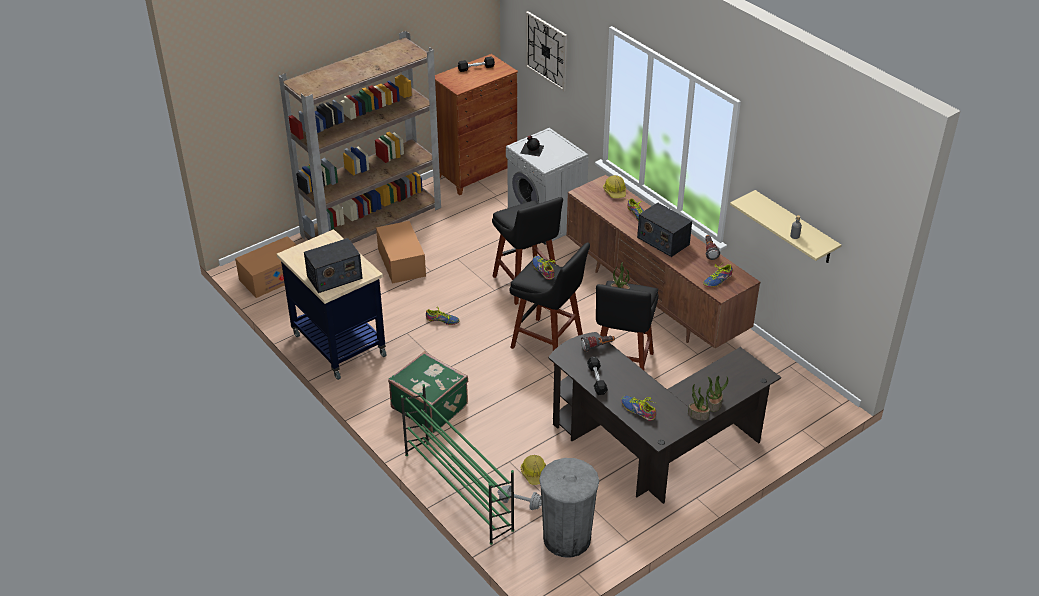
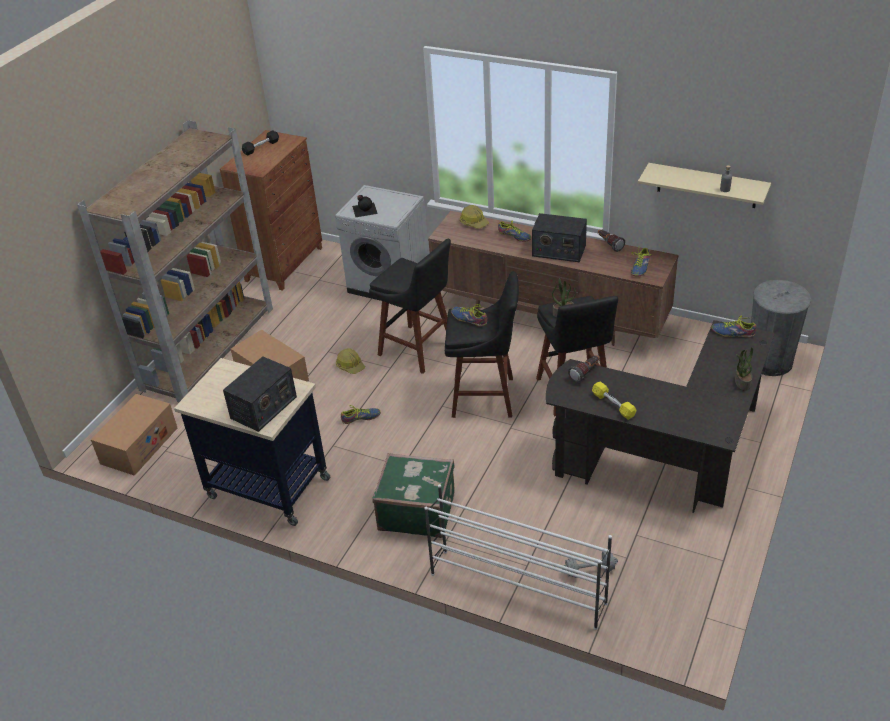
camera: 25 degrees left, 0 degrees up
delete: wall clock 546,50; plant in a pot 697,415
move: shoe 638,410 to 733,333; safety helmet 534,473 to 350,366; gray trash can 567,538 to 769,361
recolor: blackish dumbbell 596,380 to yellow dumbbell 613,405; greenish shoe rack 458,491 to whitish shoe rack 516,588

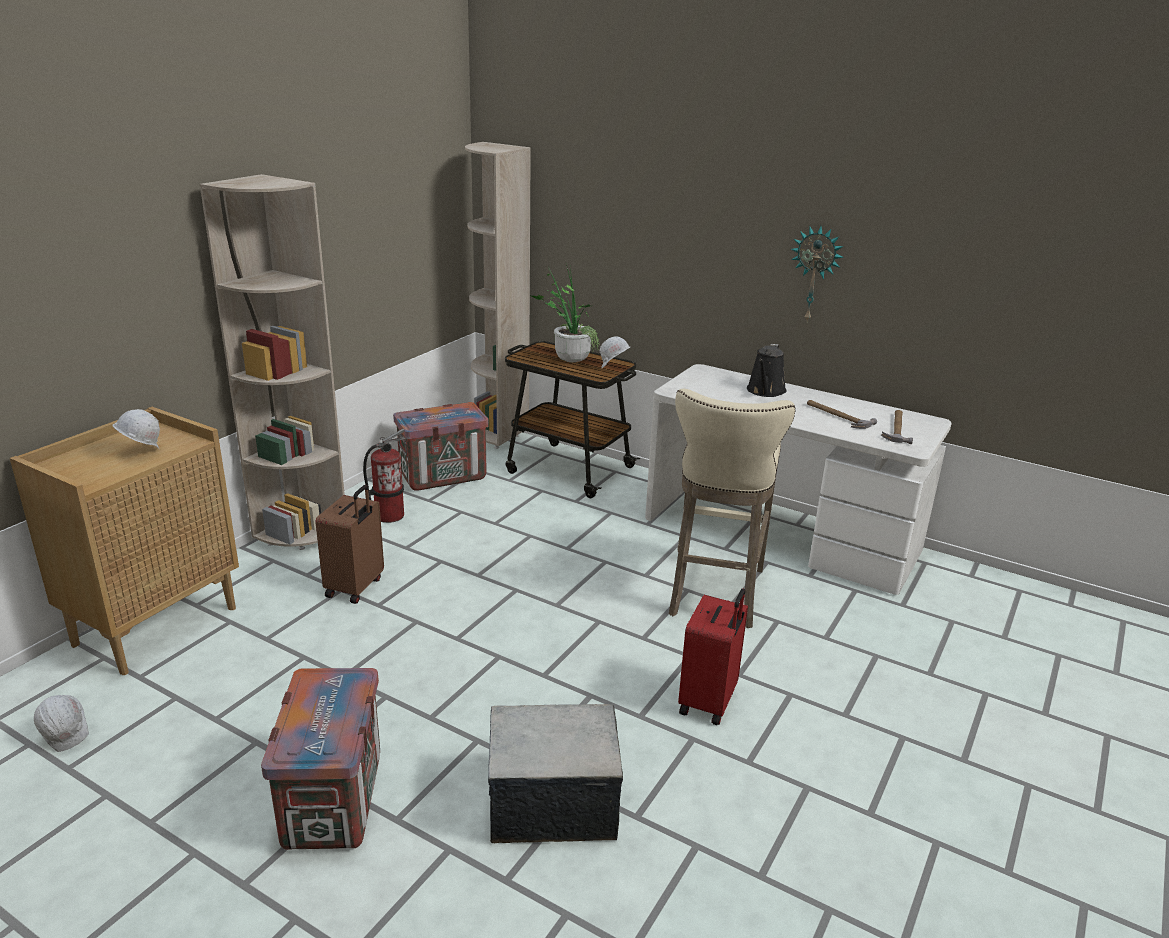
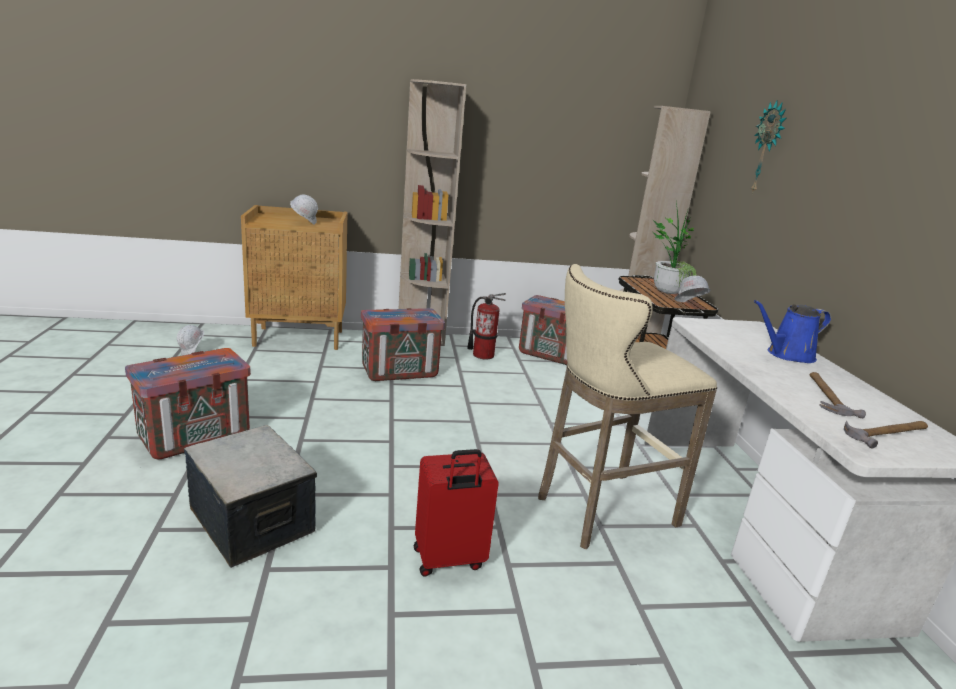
camera: 50 degrees right, 5 degrees down
move: wall clock 815,274 to 767,148
replace: brownish travel case 356,587 to shipping crate 399,371
recolor: blackish watering can 765,391 to blue watering can 787,355

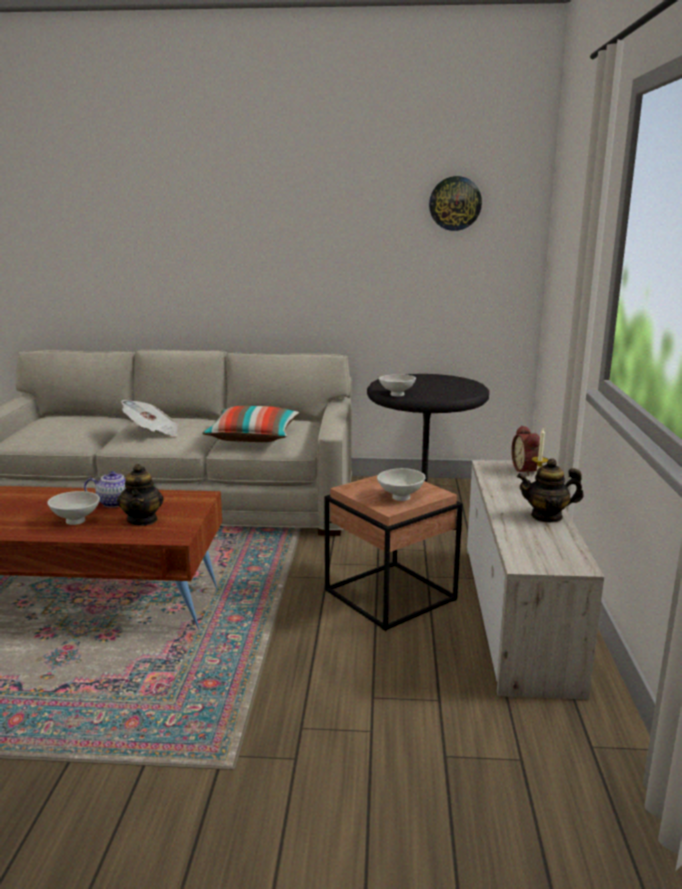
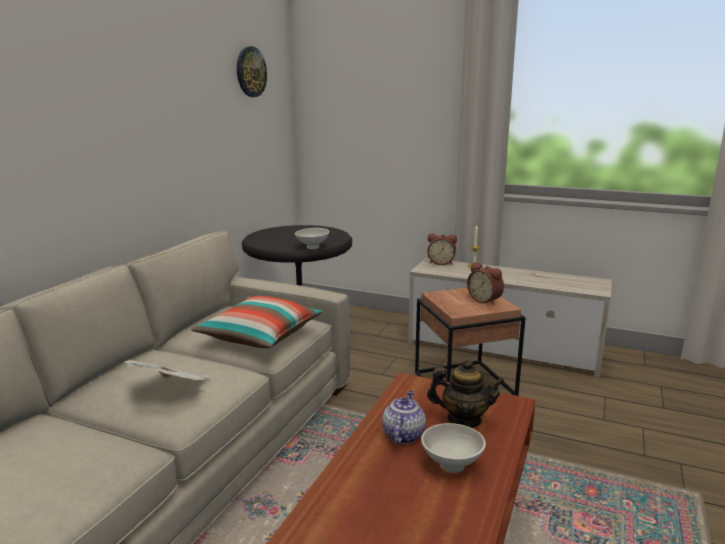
camera: 70 degrees left, 0 degrees up
delete: teapot 547,516
replace: whitish deep dish 400,498 to alarm clock 485,300

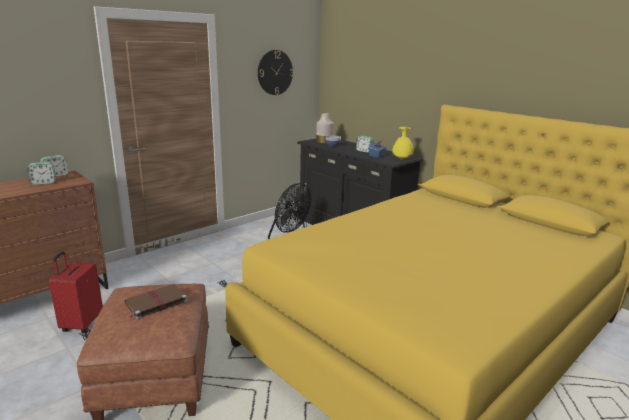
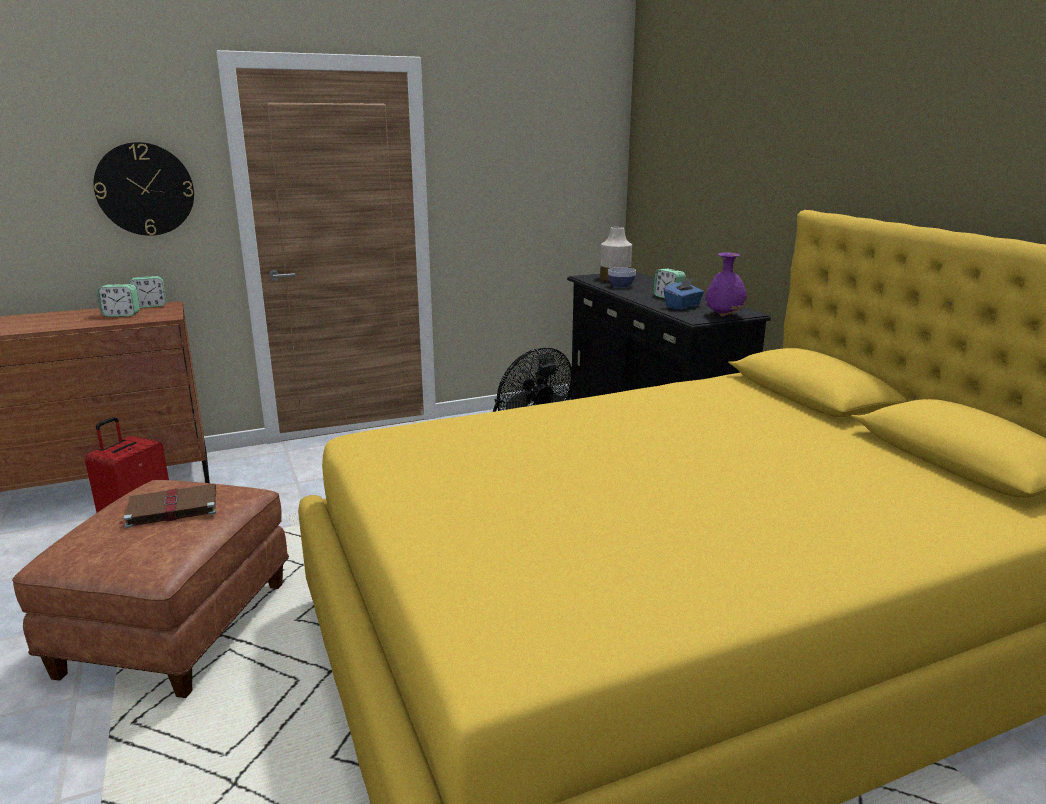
camera: 20 degrees right, 0 degrees up
move: wall clock 275,72 to 145,189
recolor: yellow decorative vase 402,159 to purple-coloured decorative vase 724,315

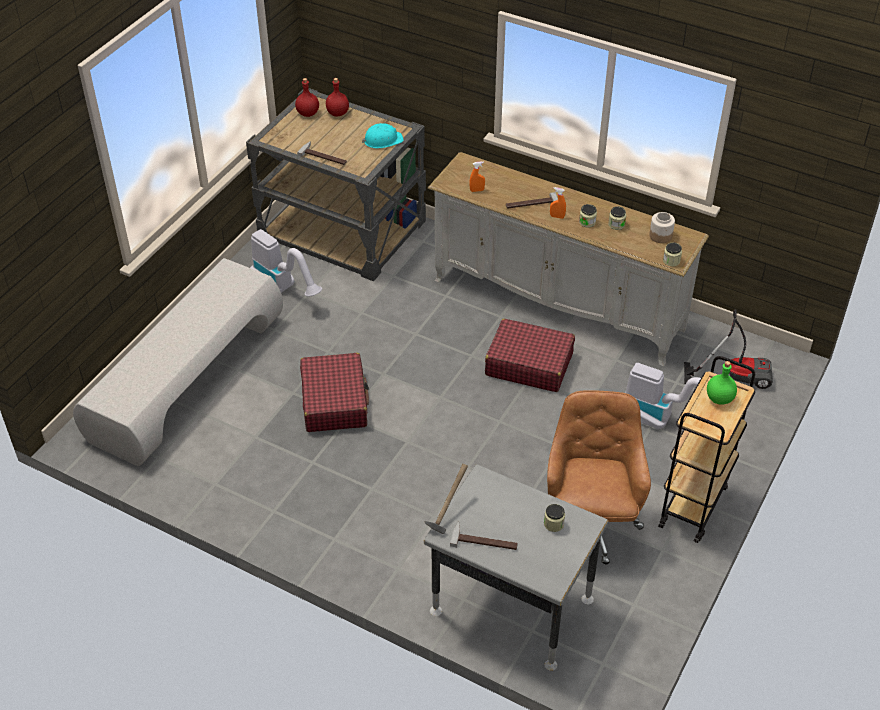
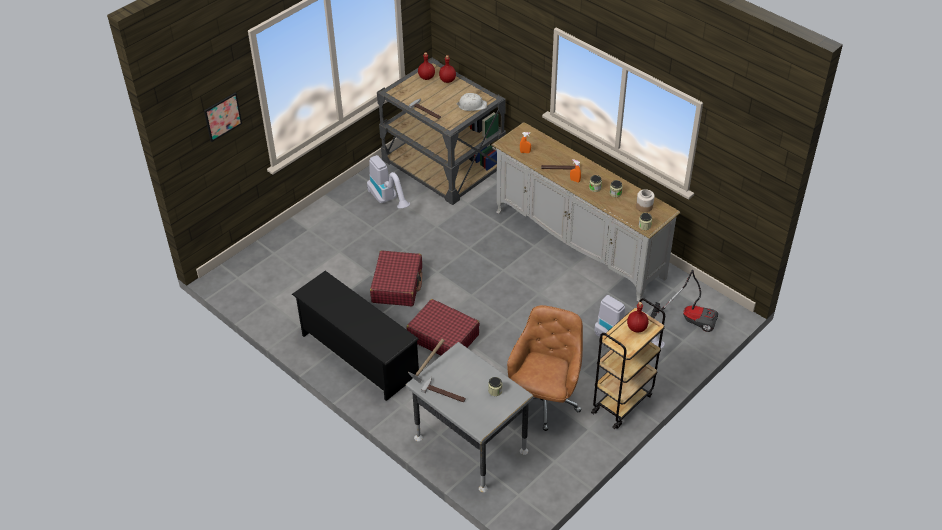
camera: 15 degrees right, 0 degrees up
delete: gray bench 186,377
insert: picture 222,116; blackish shoe rack 358,355
move: red-coloured travel case 528,364 to 443,337
recolor: blue-green safety helmet 382,140 to whitish safety helmet 472,105; greenish beverage bottle 719,398 to red-coloured beverage bottle 637,327

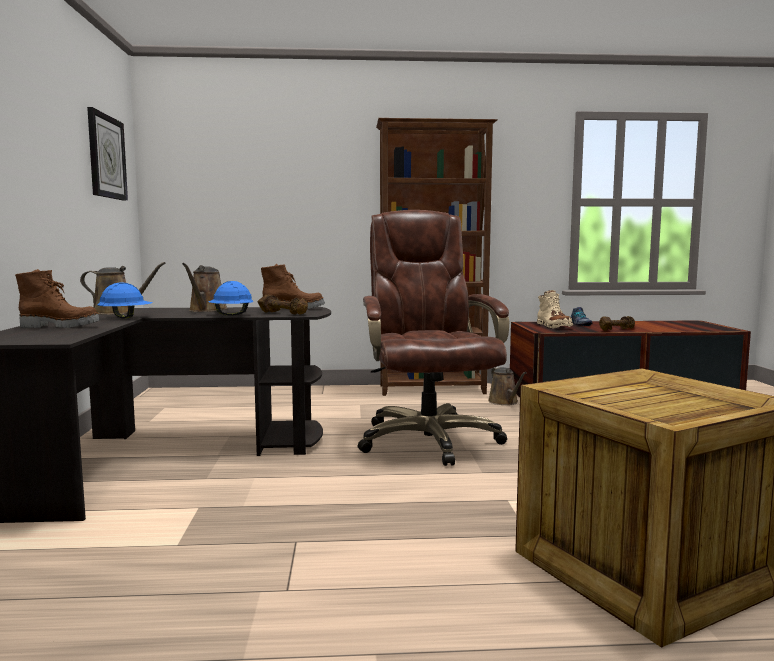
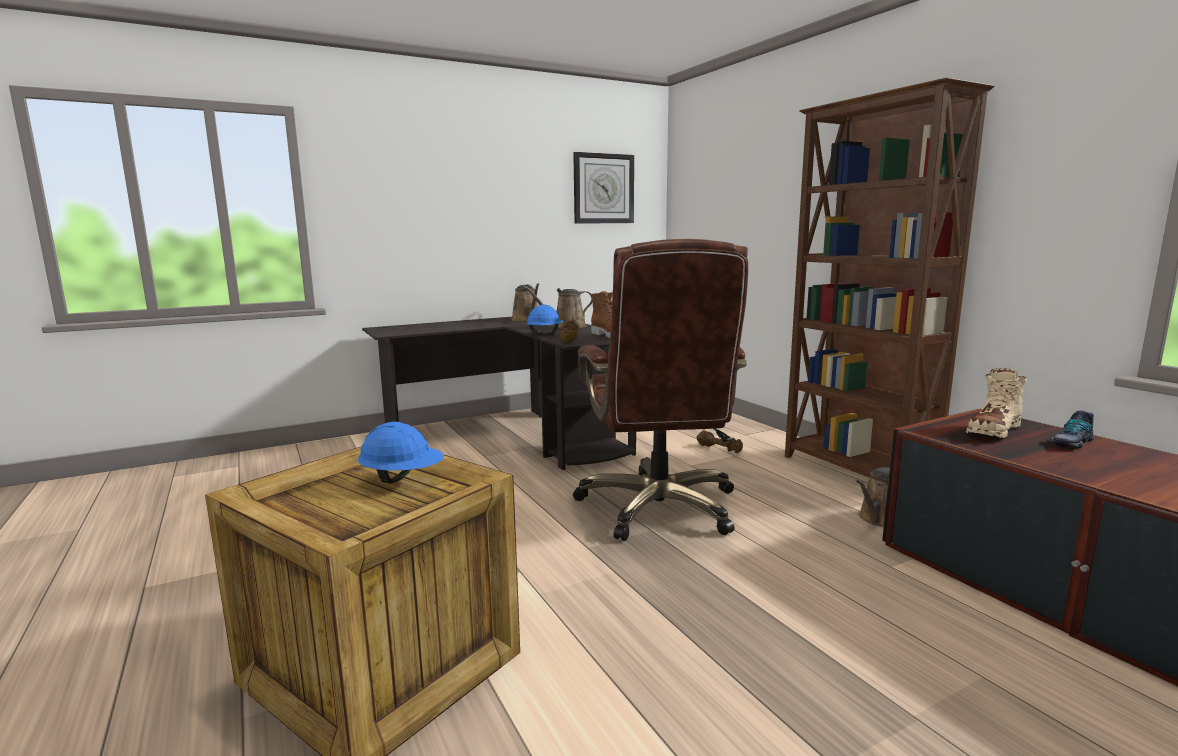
camera: 65 degrees right, 5 degrees up
delete: brownish tall boot 61,326
move: blue safety helmet 126,317 to 403,478; brownish dumbbell 616,329 to 720,449
rotate: brownish office chair 428,440 = 658,506 120 degrees clockwise

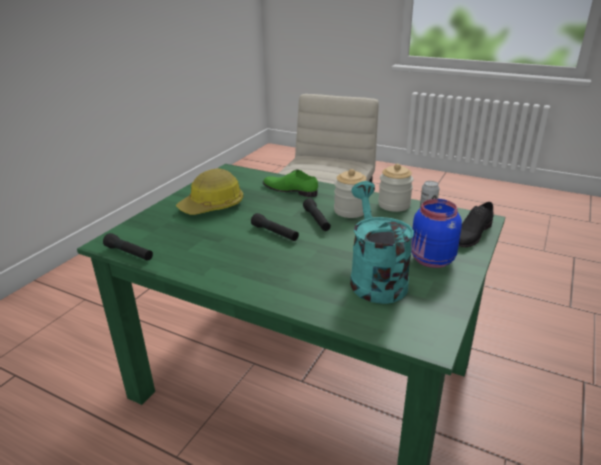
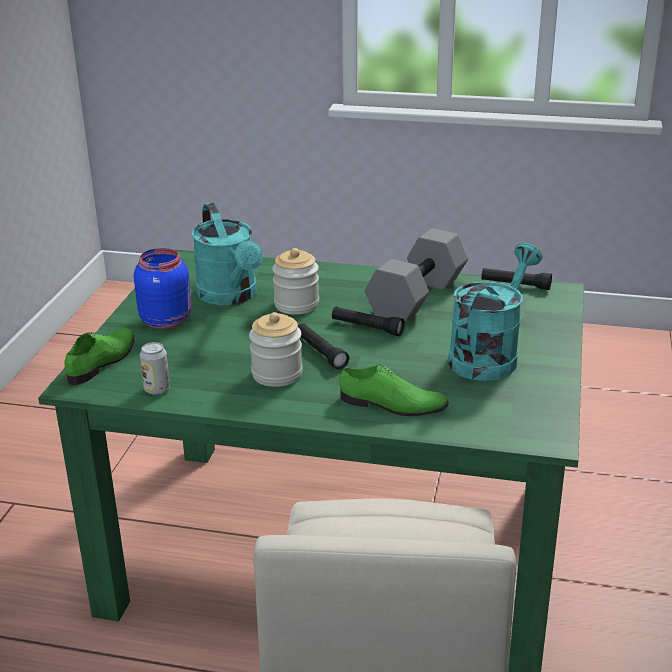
camera: 165 degrees right, 0 degrees up
insert: gray dumbbell 418,299
move: storage jar 394,205 to 296,305
replace: safety helmet 213,206 to blue-green watering can 489,355
recolor: blackish shoe 472,233 to greenish shoe 103,360

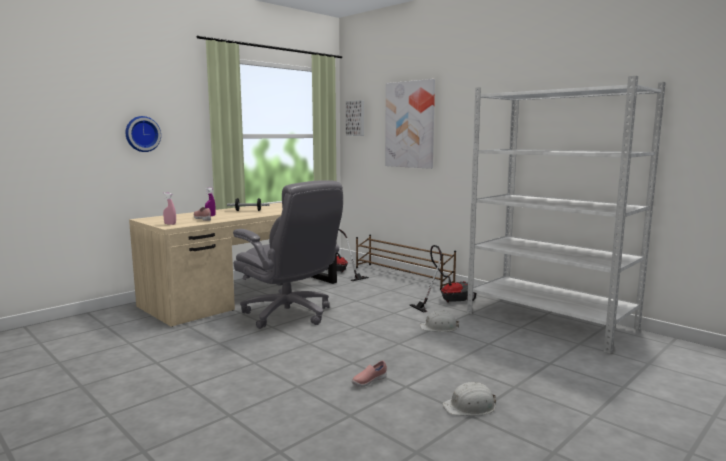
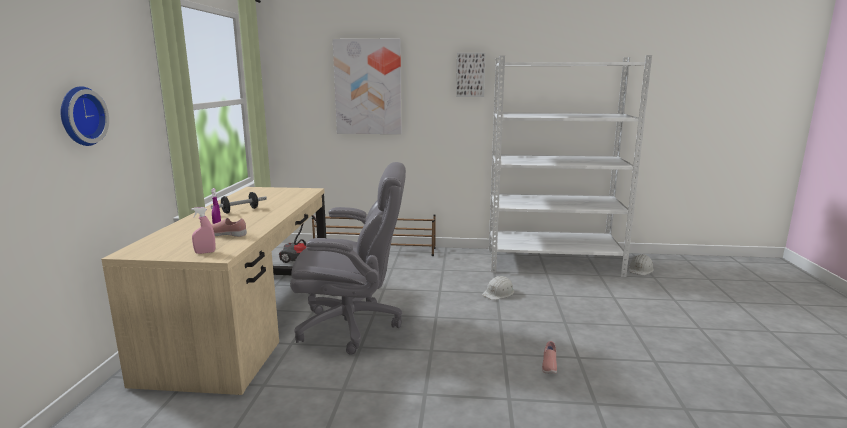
camera: 40 degrees left, 5 degrees up
delete: hoover 447,301
move: picture 356,118 to 470,75; whitish safety helmet 470,407 to 640,269

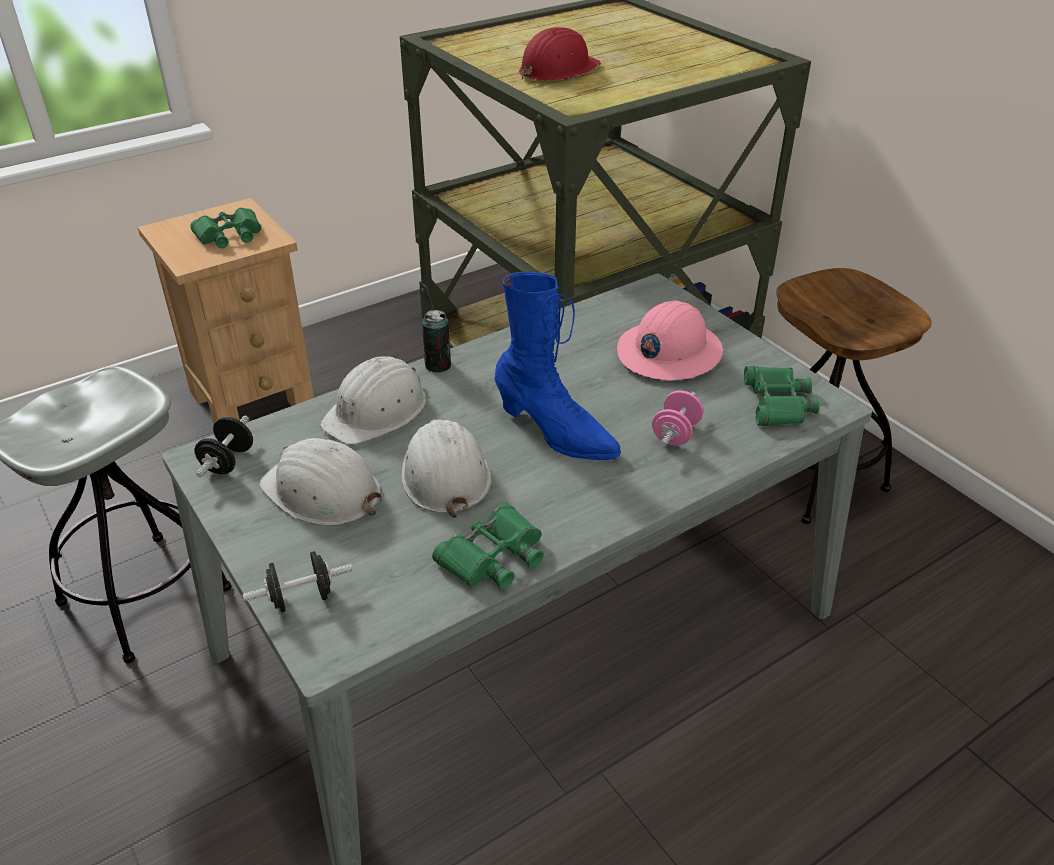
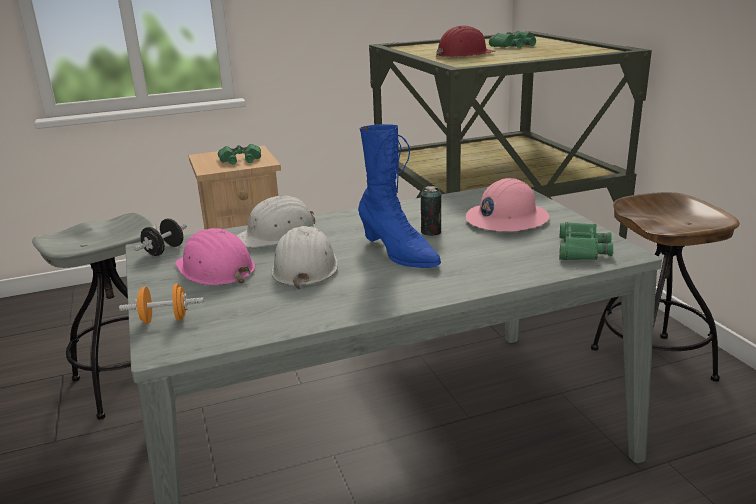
camera: 15 degrees right, 15 degrees down
delete: pink dumbbell 675,434
move: can 438,365 to 431,232; greenish field glasses 493,556 to 514,46
recolor: whitish safety helmet 322,492 to pink safety helmet 215,269; blackish dumbbell 301,598 to orangey dumbbell 165,320

